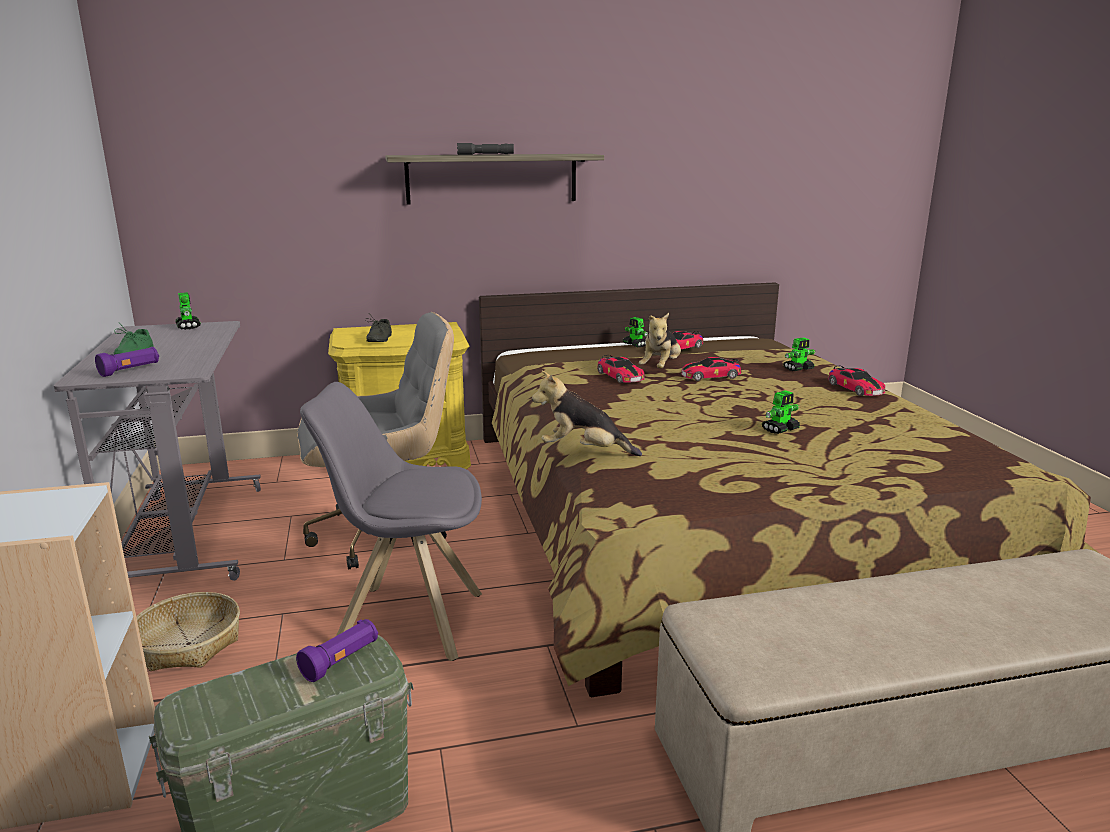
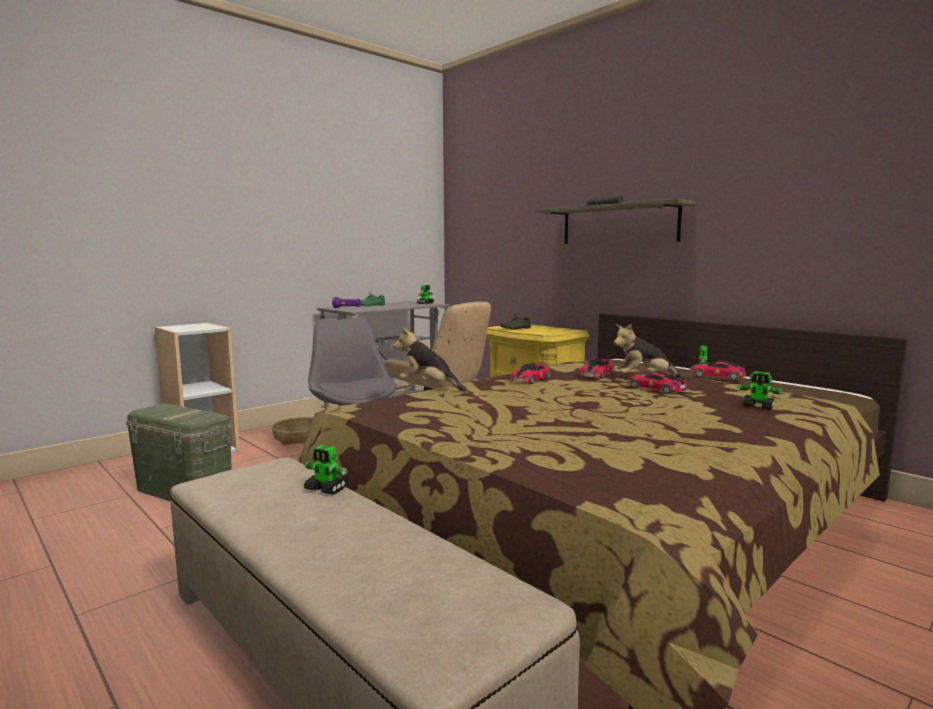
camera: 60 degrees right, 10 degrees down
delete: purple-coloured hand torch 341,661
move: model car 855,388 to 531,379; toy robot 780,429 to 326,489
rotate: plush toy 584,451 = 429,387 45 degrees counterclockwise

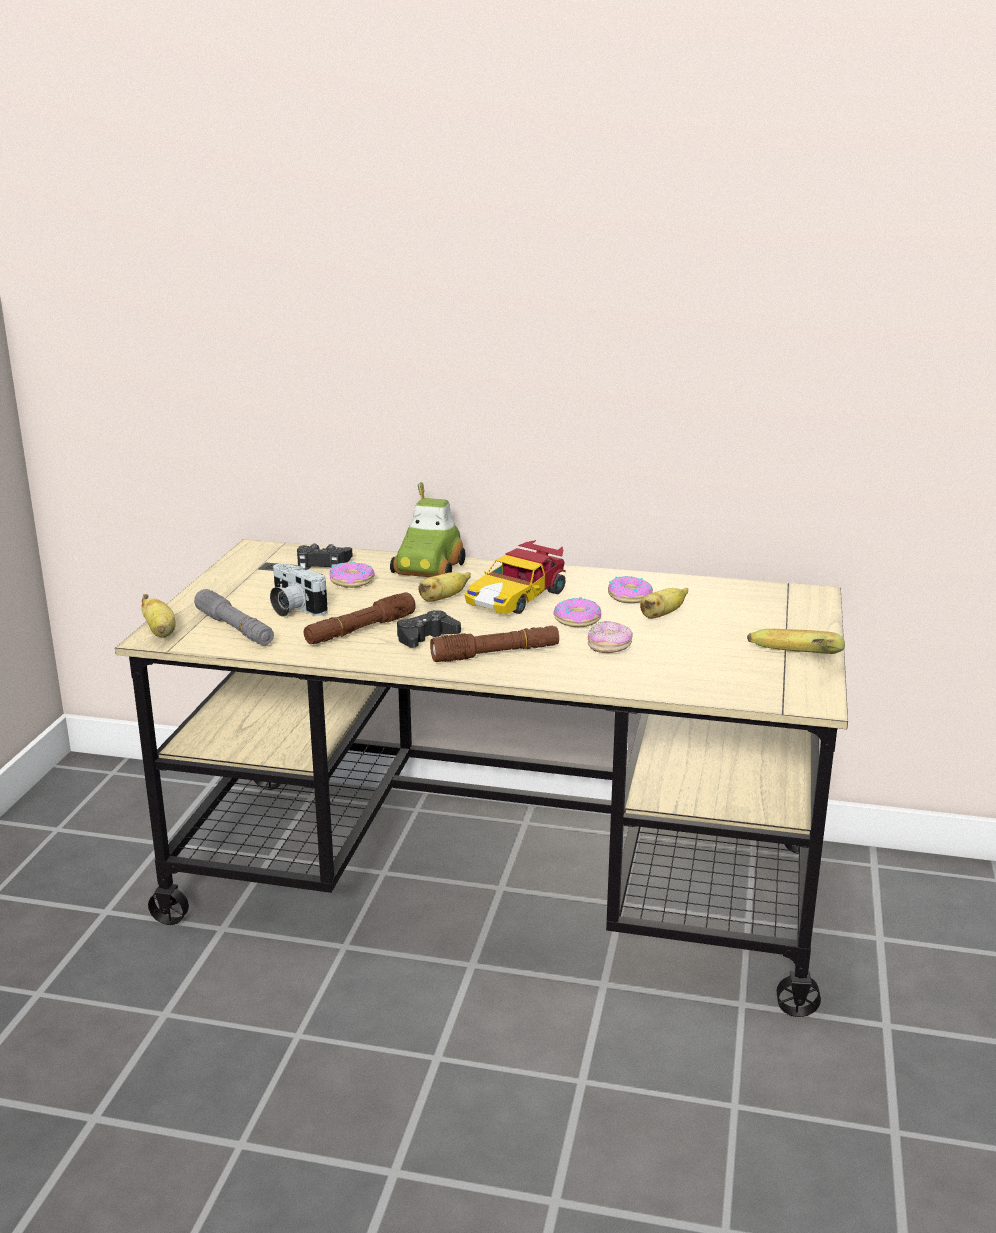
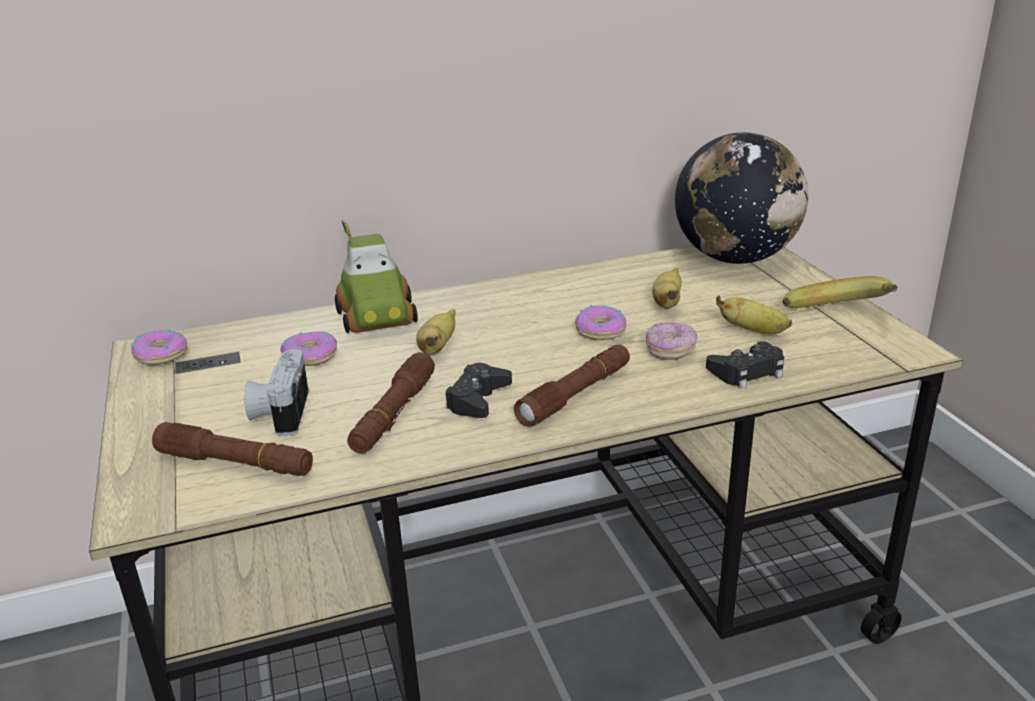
camera: 30 degrees left, 5 degrees up
delete: model car 517,598
insert: world globe 735,258
move: blackish gamepad 322,563 to 747,372; doughnut 629,596 to 161,354; banana fruit 160,632 to 753,331
recolor: gray hand torch 235,628 to brownish hand torch 235,463
rotate: still camera 293,608 = 280,412 75 degrees clockwise

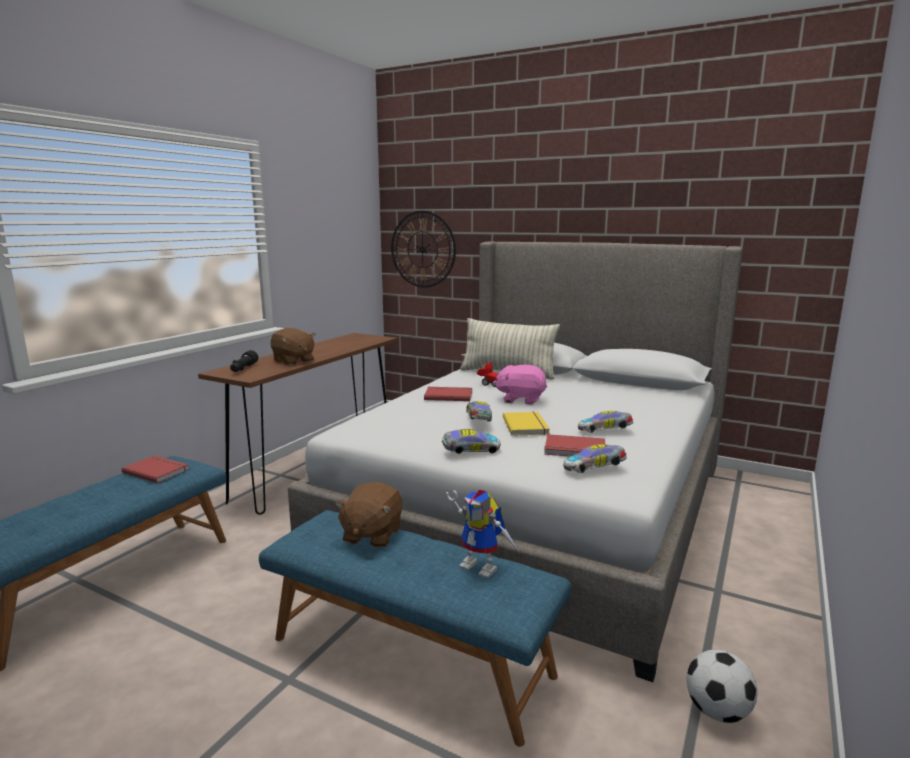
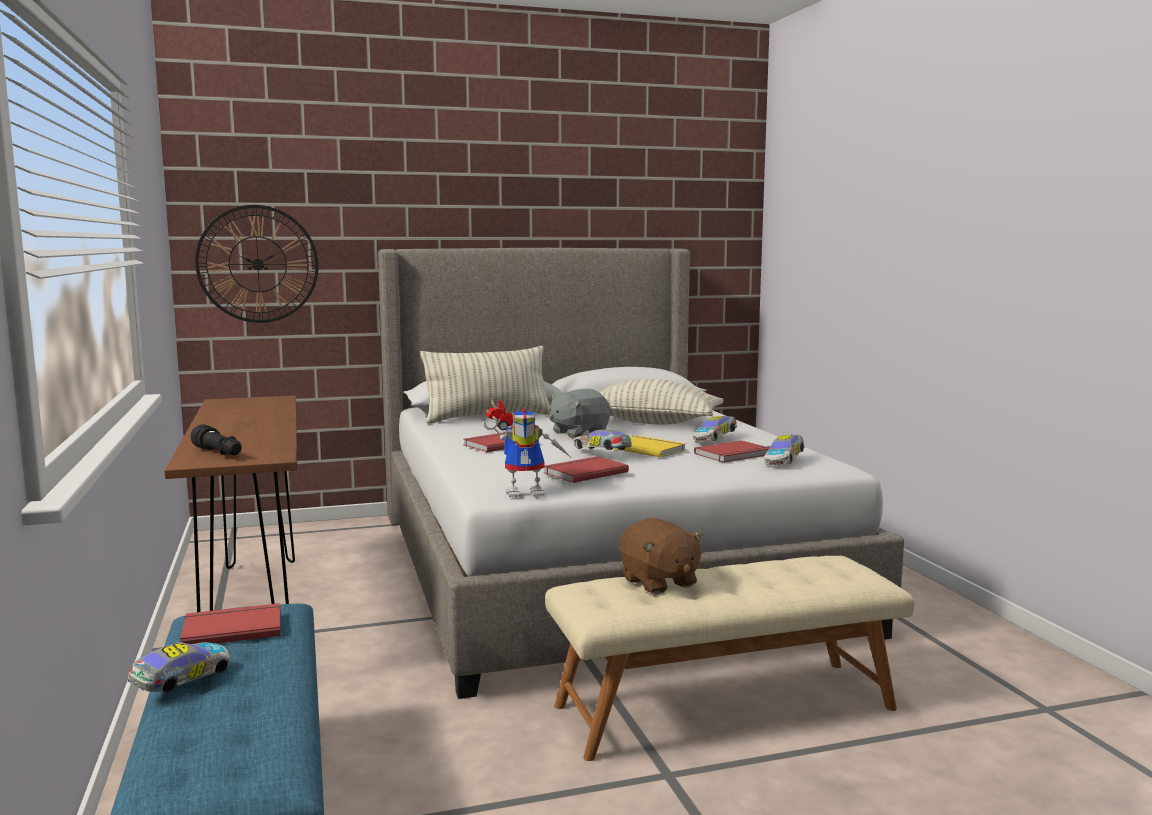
camera: 45 degrees left, 5 degrees down
delete: brownish plush toy 293,361; football 717,712
insert: pillow 651,423; red-coloured bound book 584,472
move: model car 470,452 to 181,683; toy robot 483,567 to 528,492
recolor: pink plush toy 520,399 to gray plush toy 578,433; blue bench 411,655 to beige-coloured bench 724,706

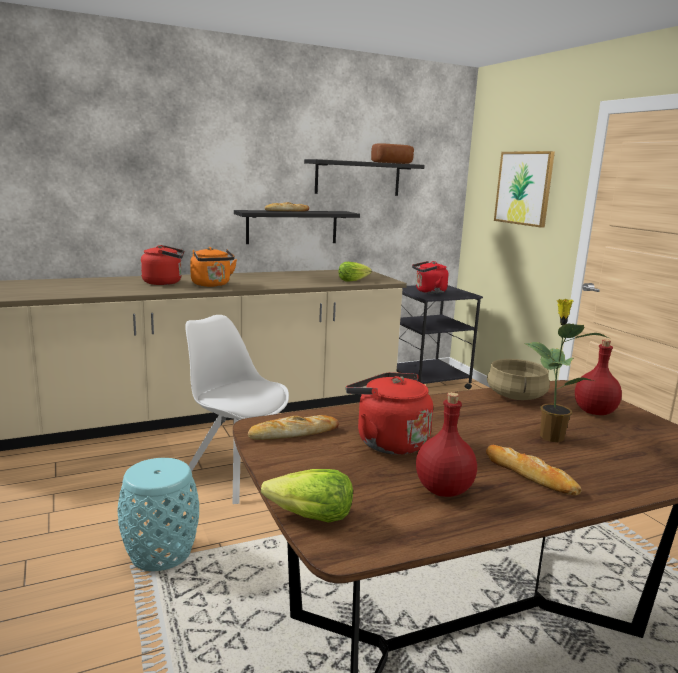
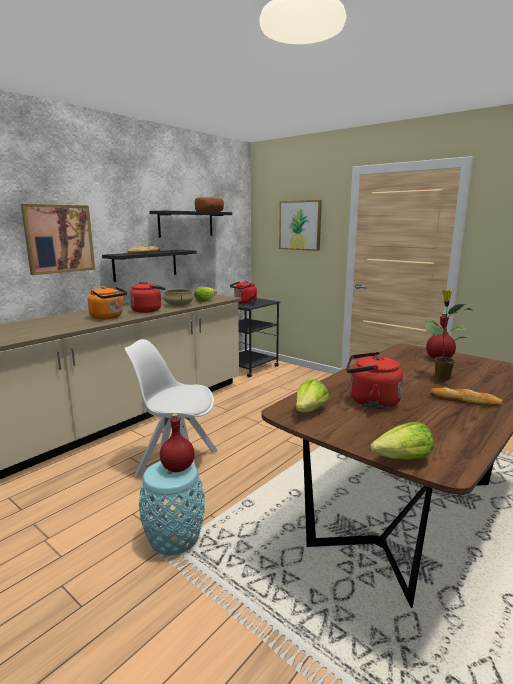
camera: 25 degrees left, 0 degrees up
insert: picture 59,239
move: red-coloured water kettle 165,282 to 148,310; beige-coloured cooking pot 516,396 to 179,305; red-coloured beverage bottle 443,489 to 177,467
replace: baked bread 293,433 to head of lettuce 310,411

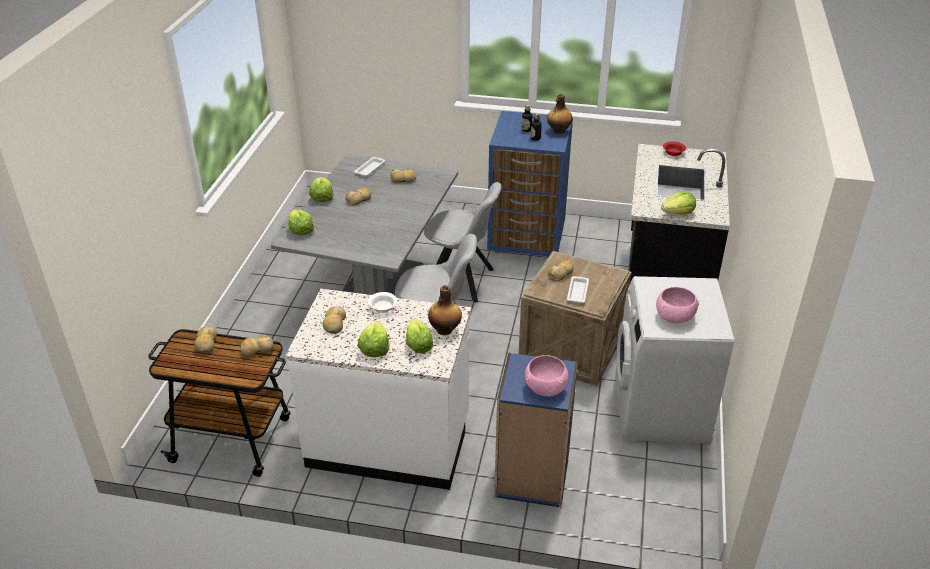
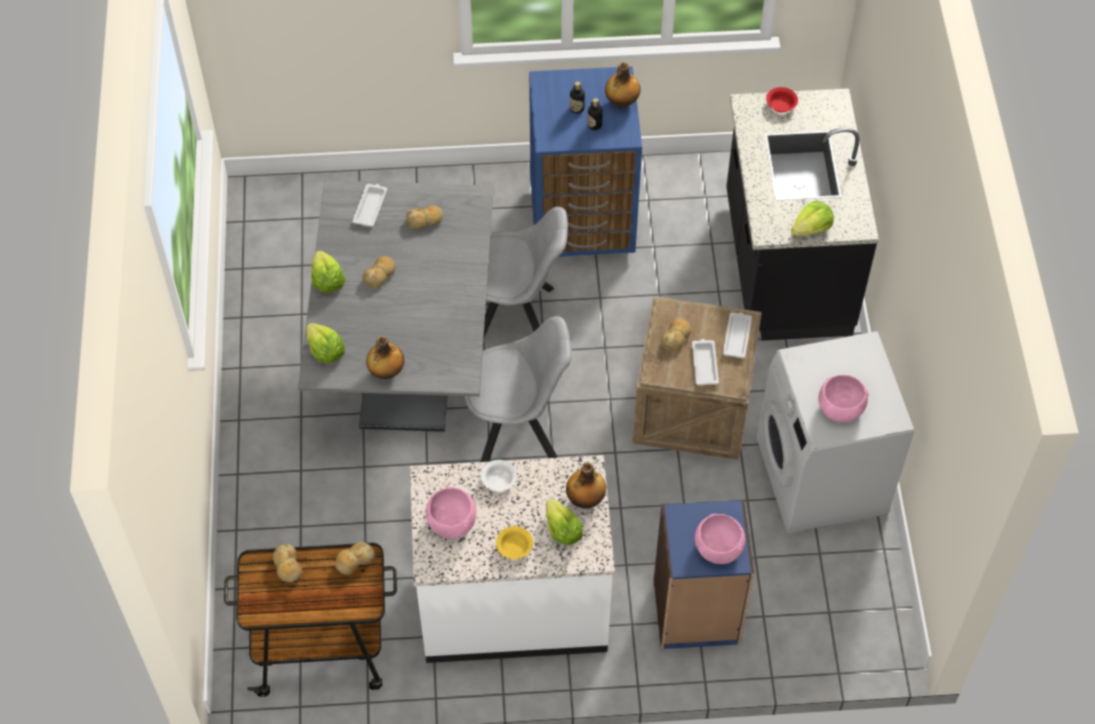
camera: 15 degrees left, 20 degrees up
insert: whitish serving tray 737,336; beverage bottle 386,372
replace: baked bread 334,324 to pink deep dish 452,521; head of lettuce 374,348 to yellow deep dish 514,548

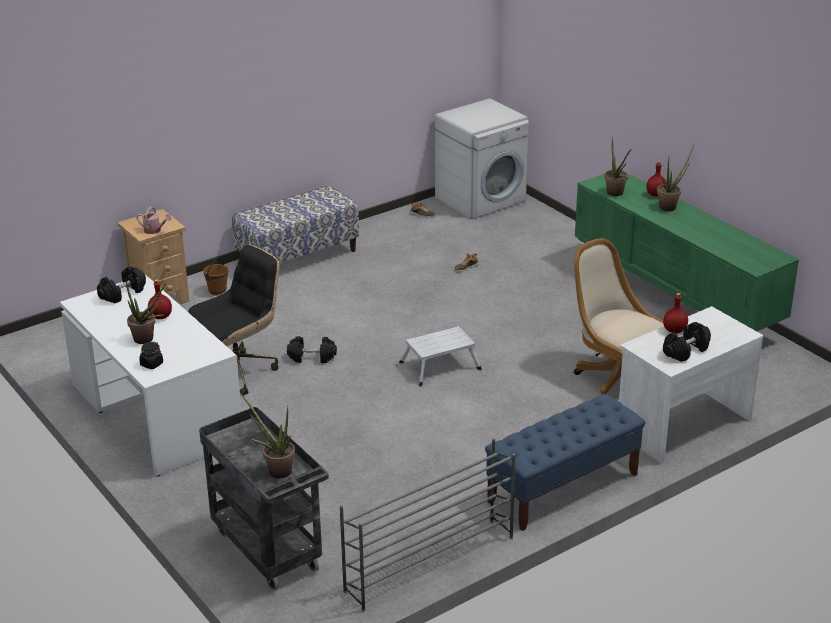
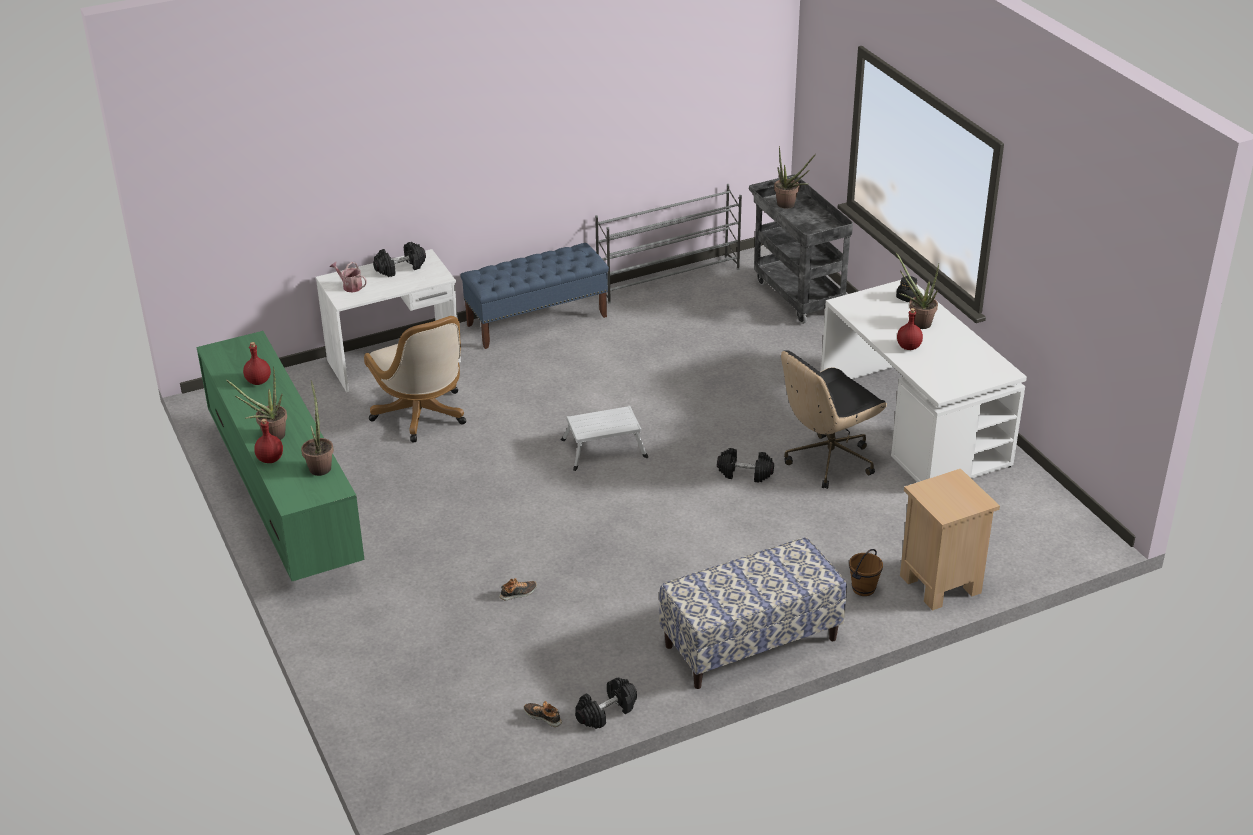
camera: 170 degrees left, 5 degrees up
delete: whitish laundry machine 482,199
move: watering can 154,230 to 350,286; blackish dumbbell 122,293 to 606,712; red-coloured beverage bottle 674,330 to 259,381

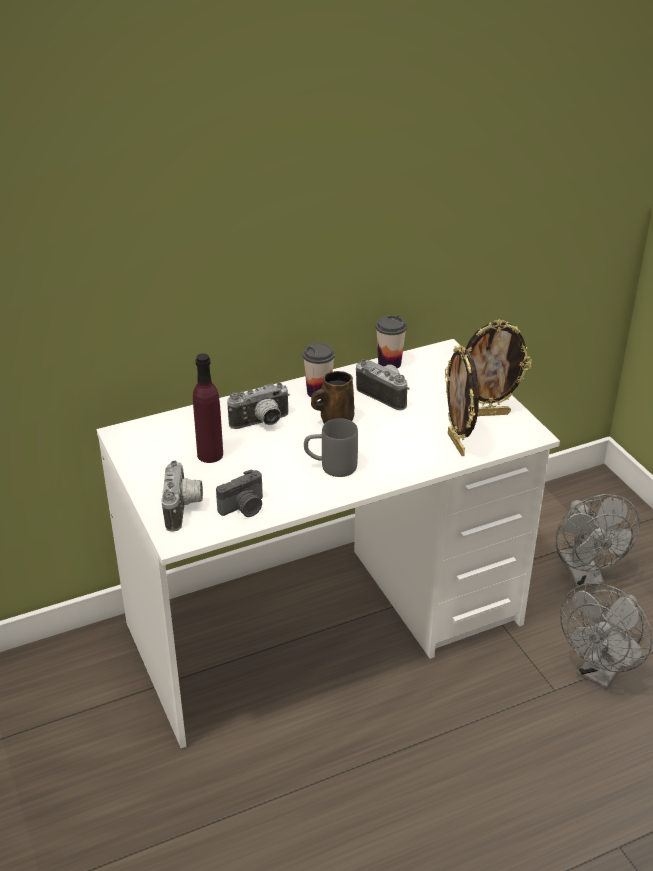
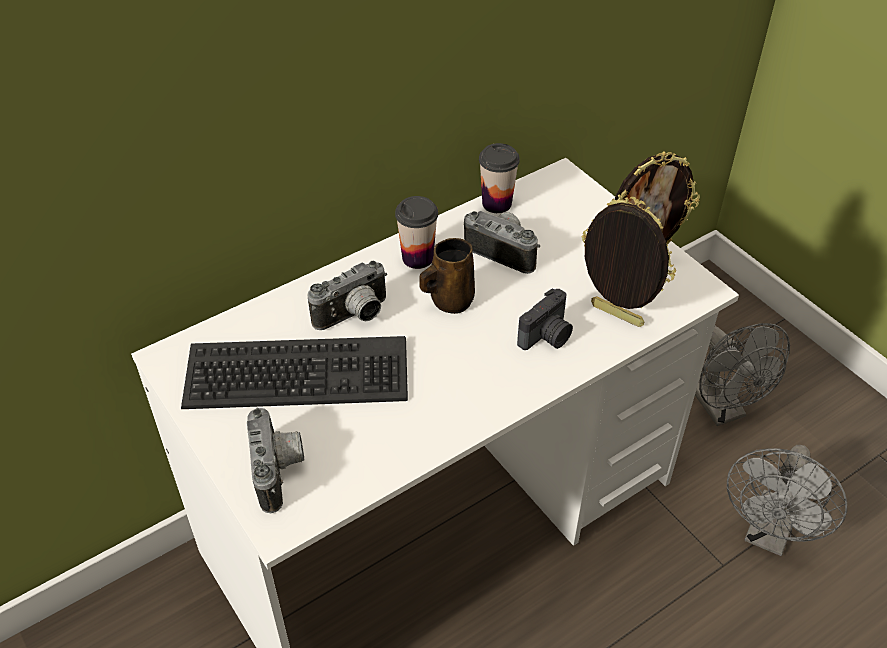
camera: 10 degrees left, 10 degrees up
delete: gray mug 330,467
move: still camera 244,508 to 547,336
replace: purple-coloured beverage bottle 210,454 to PC keyboard 296,376
rotate: standing frame 457,444 = 615,316 150 degrees clockwise

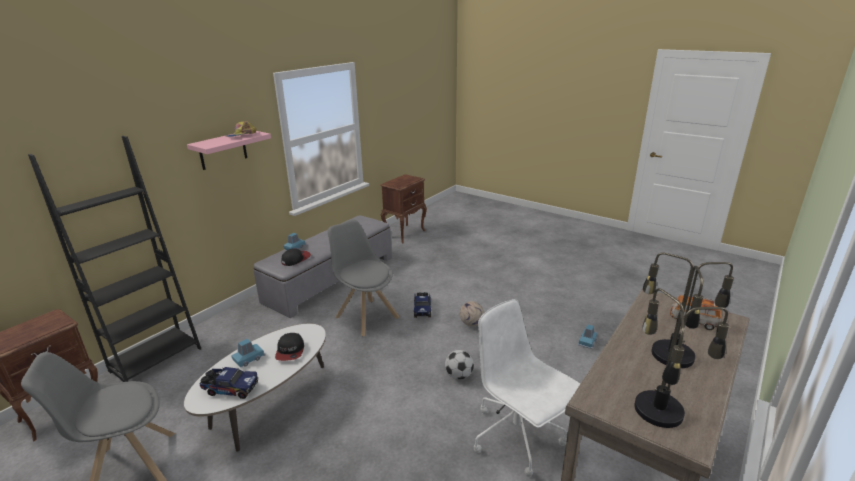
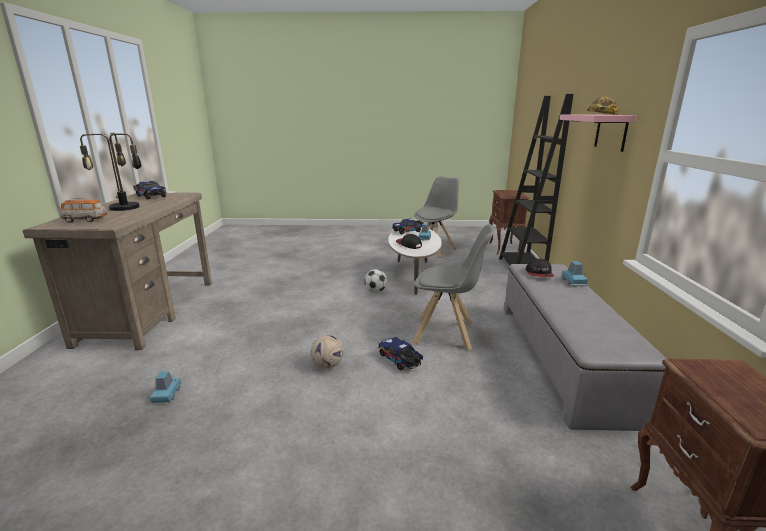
camera: 145 degrees right, 5 degrees down
delete: whitish office chair 520,440
move: football 459,375 to 375,291
replace: tabletop lamp 659,410 to toy lorry 150,196

